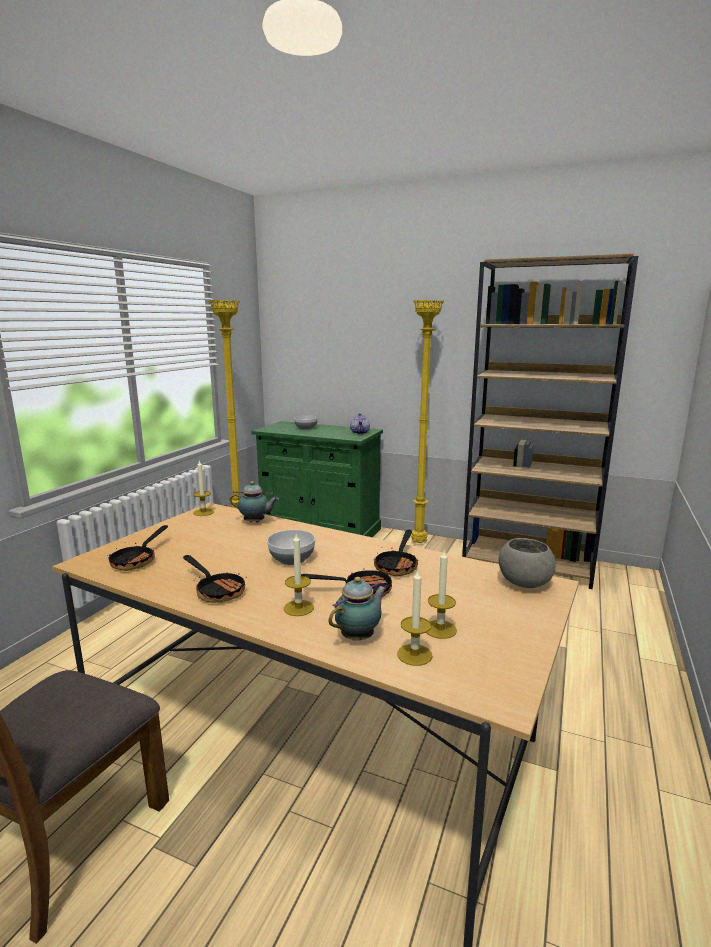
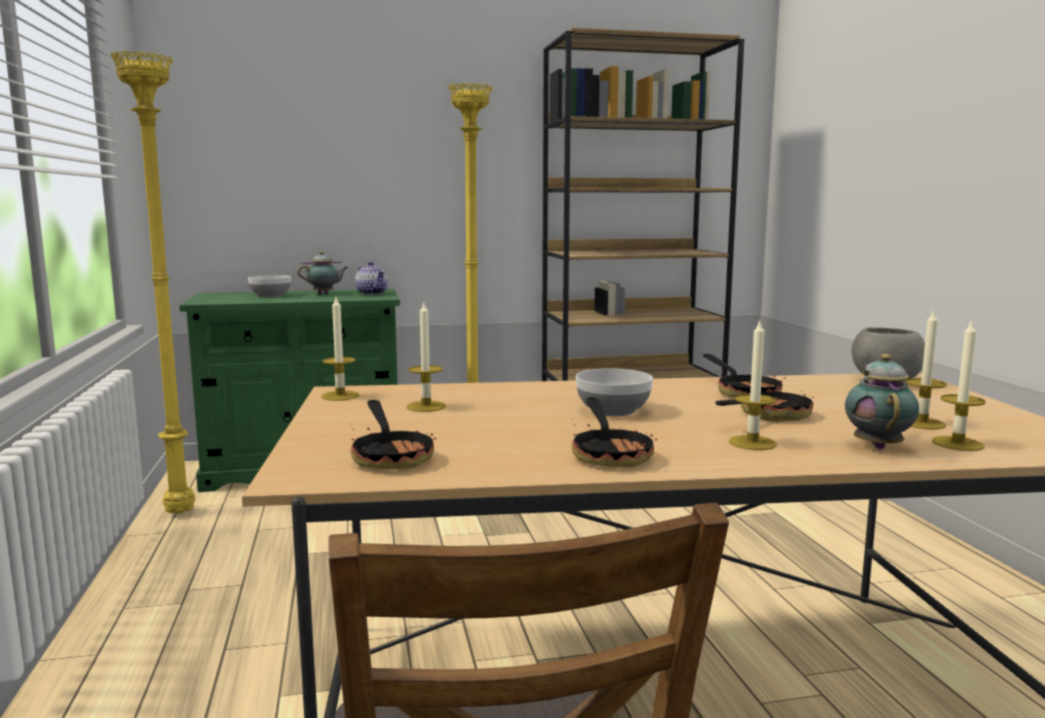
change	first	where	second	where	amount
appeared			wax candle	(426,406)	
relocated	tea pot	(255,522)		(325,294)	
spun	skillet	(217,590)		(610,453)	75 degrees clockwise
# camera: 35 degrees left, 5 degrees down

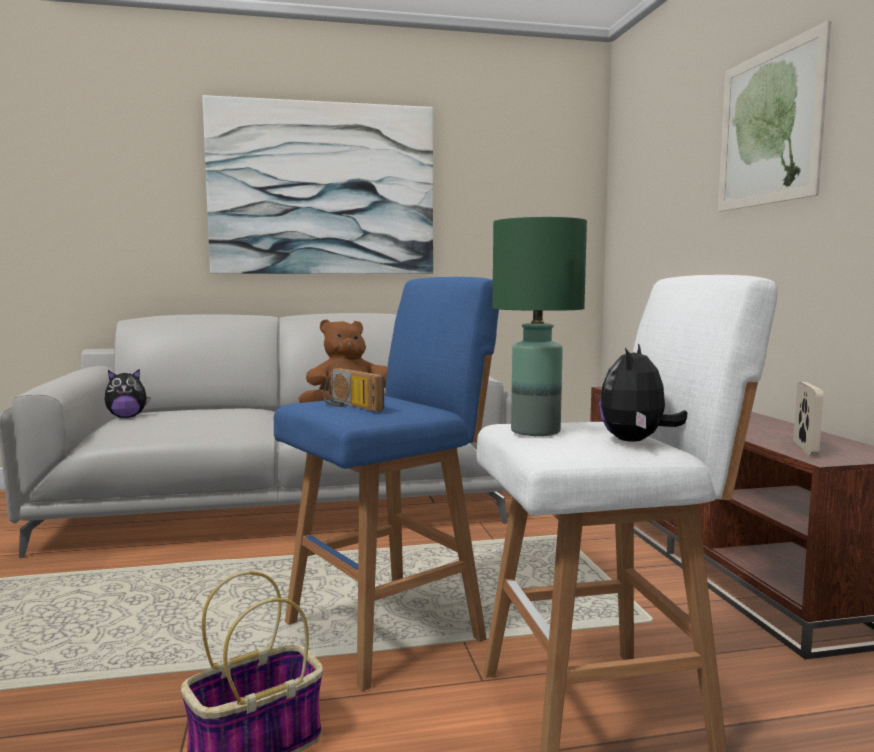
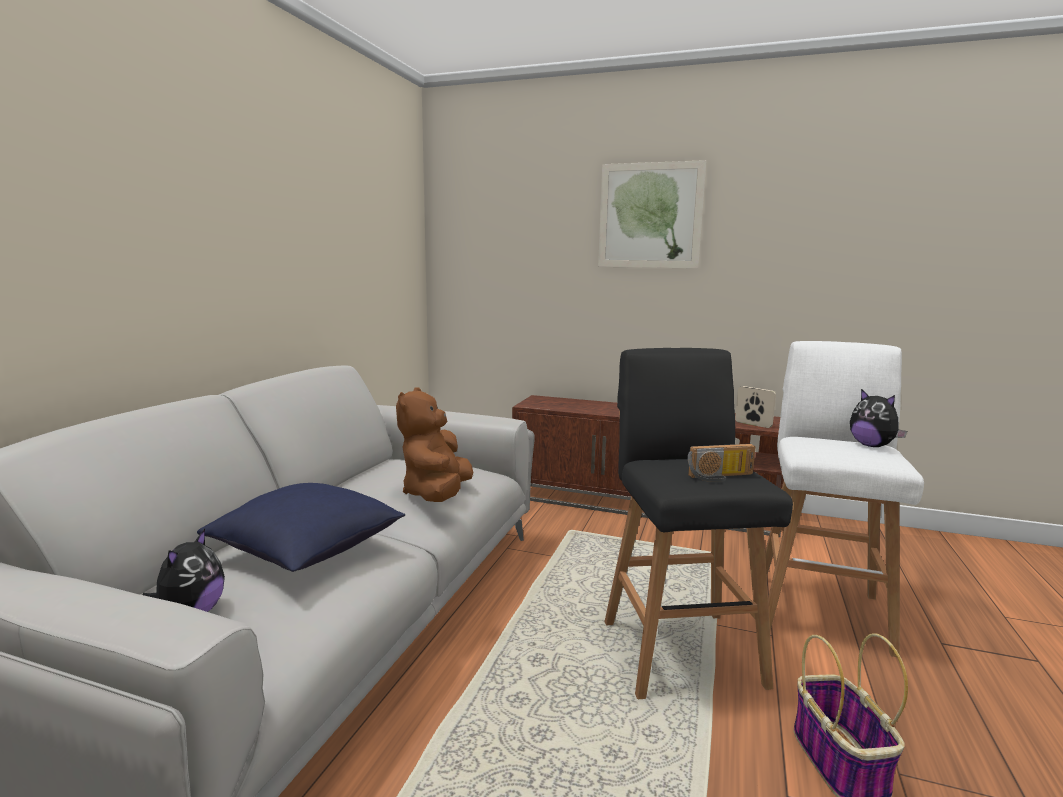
change	first	where	second	where	amount
missing	wall art	(323,189)			
missing	lamp for a table (green)	(534,431)			
appeared			throw pillow (blue)	(308,551)	
colour	stool (blue)	(390,628)	stool (blackish)	(679,648)	
# camera: 60 degrees left, 5 degrees up

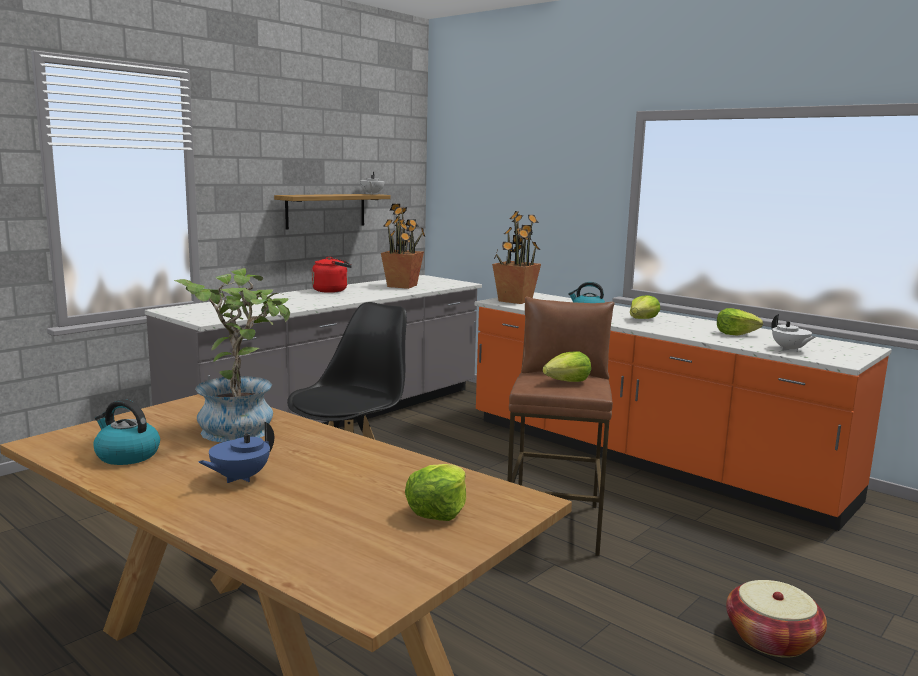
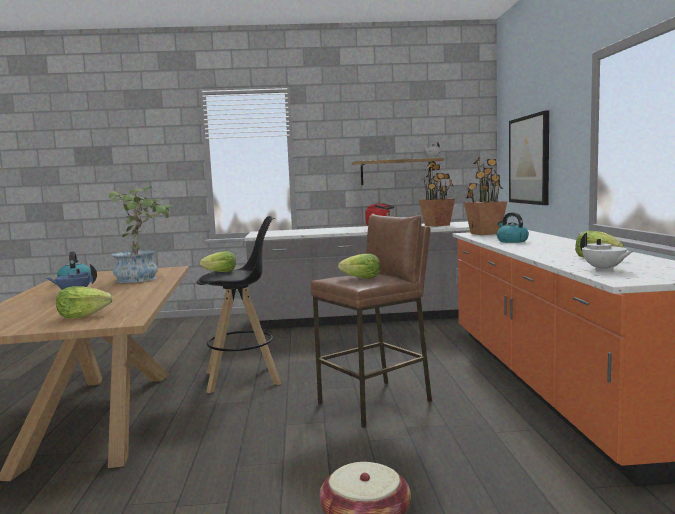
change	first	where	second	where	amount
appeared			wall art	(529,160)	
relocated	lettuce head	(642,319)		(220,272)	
spun	tea pot (white-coloured)	(789,349)		(603,269)	45 degrees counterclockwise
# camera: 45 degrees right, 5 degrees down

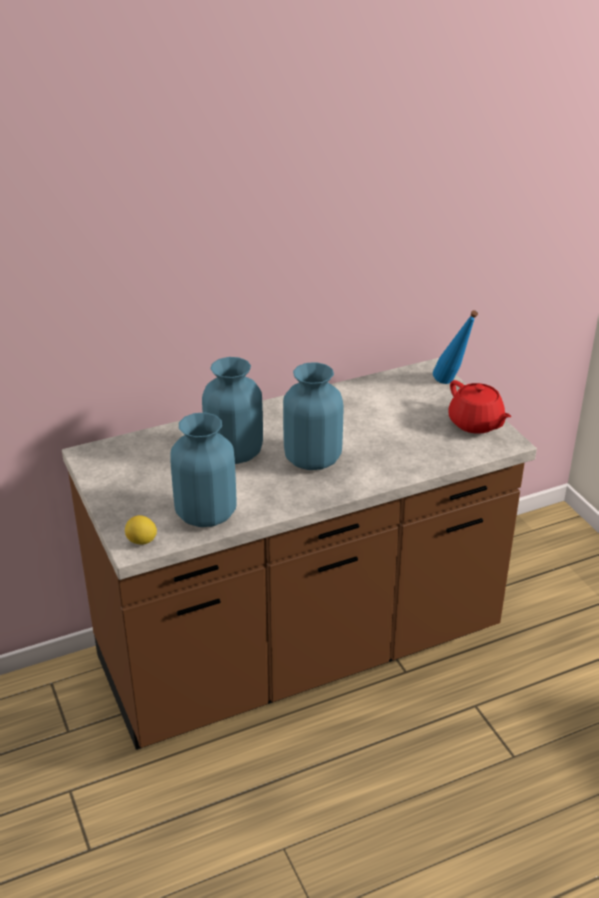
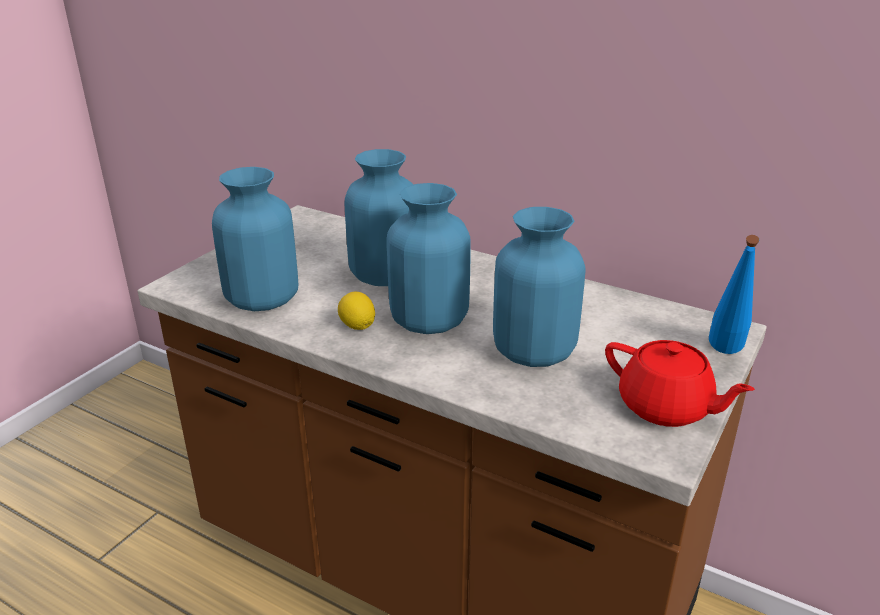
change	first	where	second	where	amount
appeared			decorative vase (blue)	(533,351)	
relocated	lemon	(142,541)		(357,326)	
spun	tea pot (red)	(476,424)		(666,408)	75 degrees counterclockwise
# camera: 55 degrees right, 5 degrees down

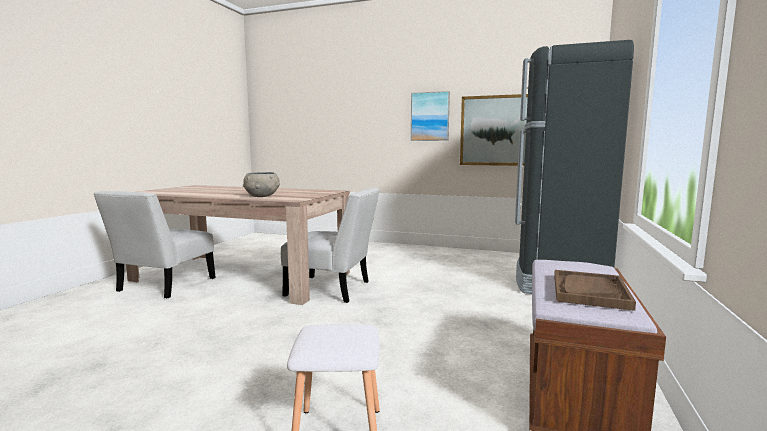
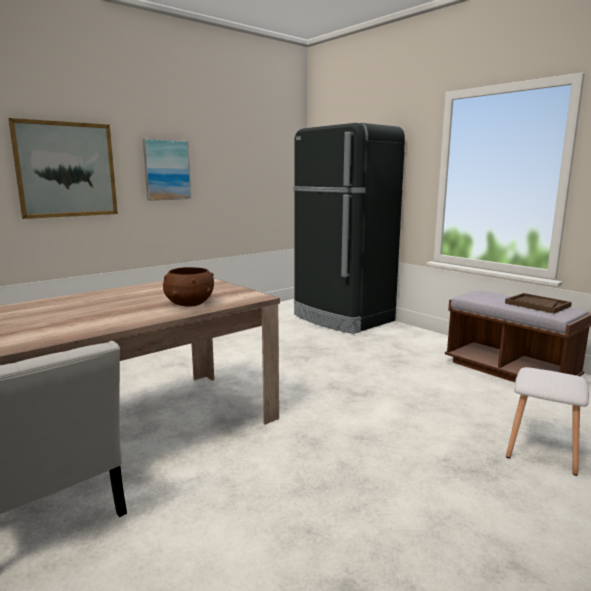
change	first	where	second	where	amount
missing	plain chair (white-coloured)	(333,289)			
relocated	wall art	(495,130)		(66,170)	
colour	bowl (gray)	(262,196)	bowl (brown-coloured)	(189,303)	
# camera: 60 degrees left, 5 degrees up

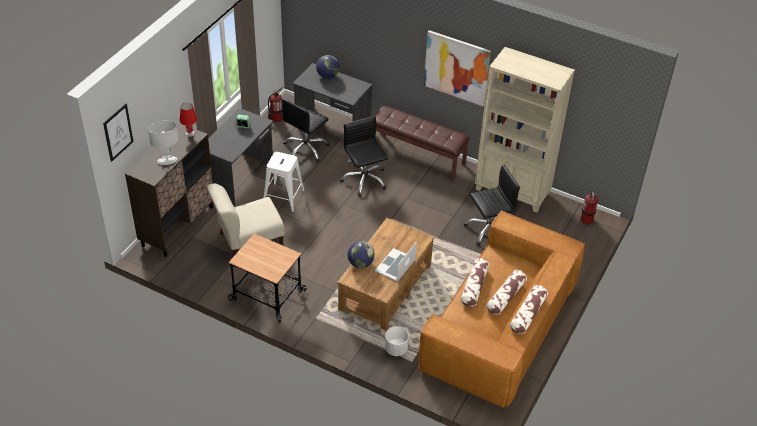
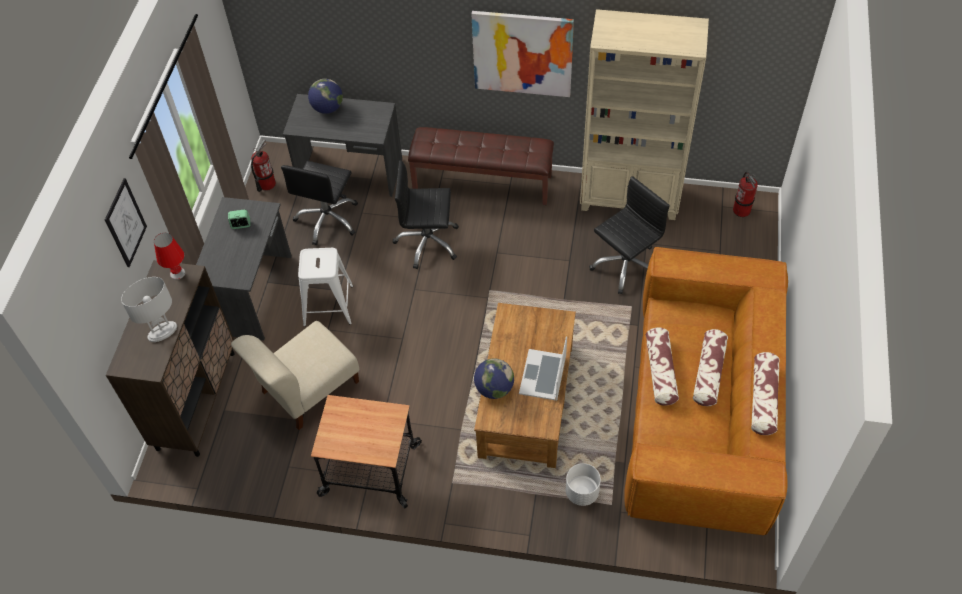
change	first	where	second	where	amount
relocated	wall art	(118,132)		(125,223)	
spun	office chair (blackish)	(364,180)		(427,243)	45 degrees counterclockwise
# camera: 15 degrees left, 10 degrees up

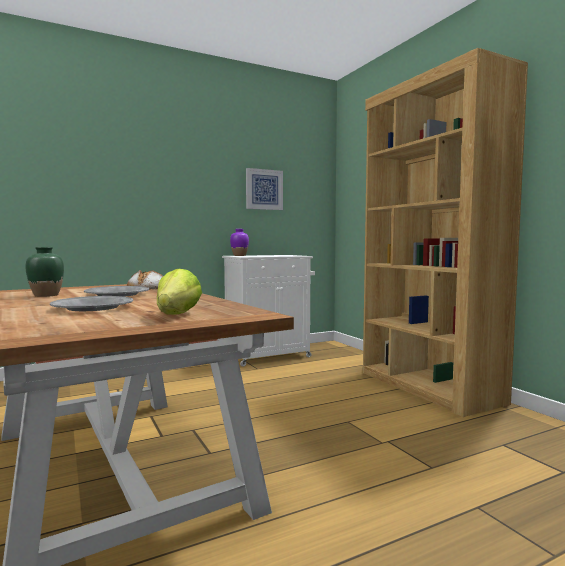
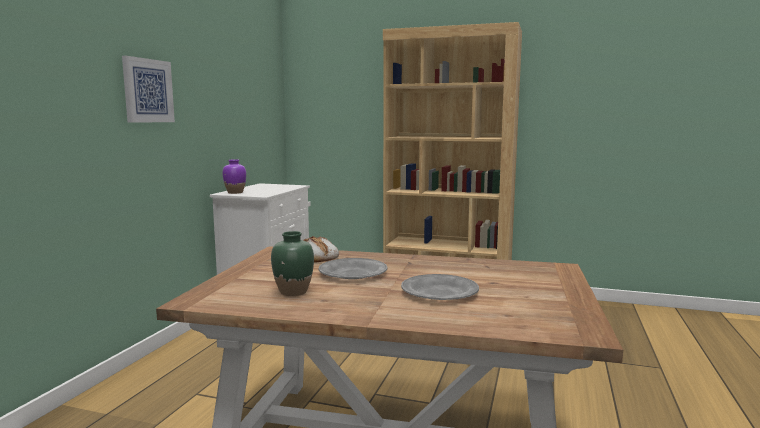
change	first	where	second	where	amount
missing	lettuce head	(177,315)			
relocated	wall art	(264,189)		(148,91)	
# camera: 45 degrees left, 5 degrees up

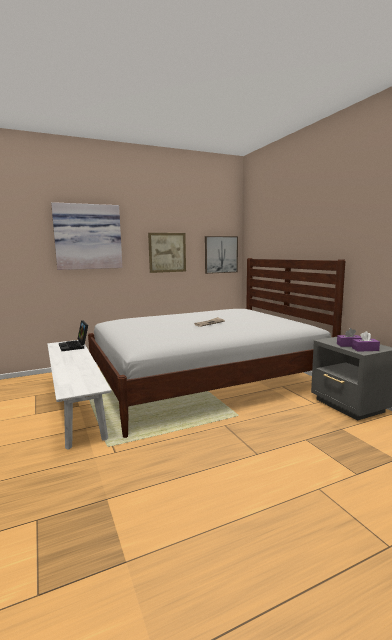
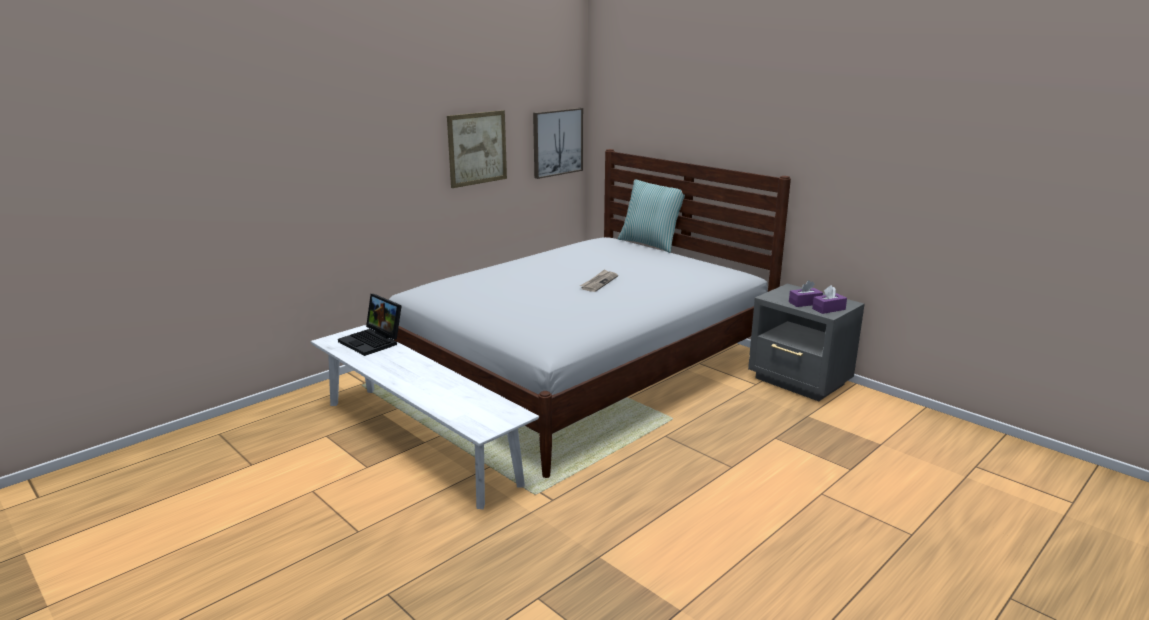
change	first	where	second	where	amount
missing	wall art	(88,237)			
appeared			throw pillow	(650,244)	
# camera: 20 degrees left, 10 degrees up

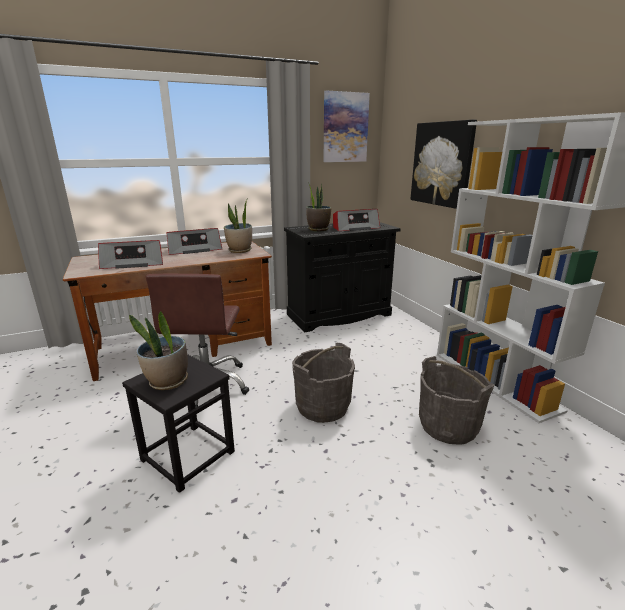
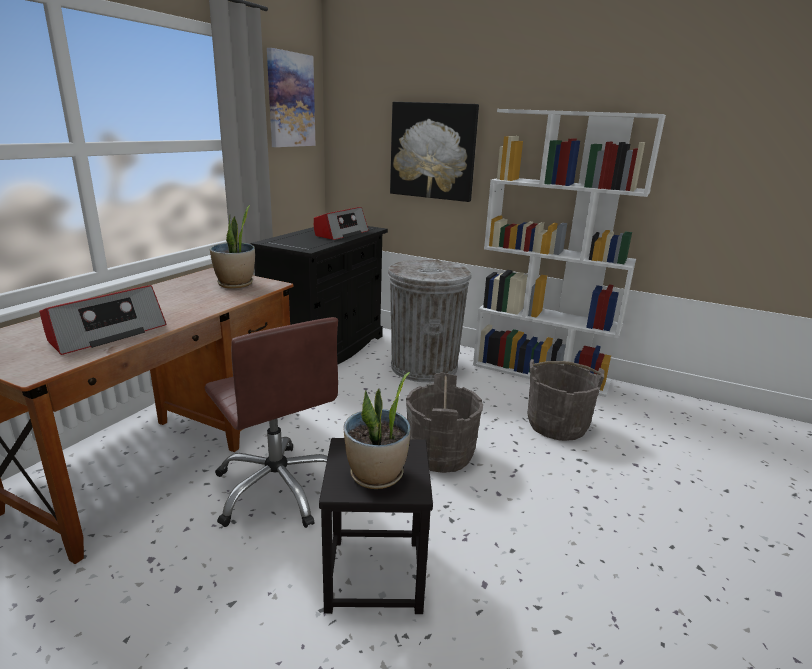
change	first	where	second	where	amount
missing	radio set	(194,249)			
missing	plant in a pot	(318,229)			
appeared			trash can (gray)	(423,367)	
# camera: 40 degrees left, 0 degrees up

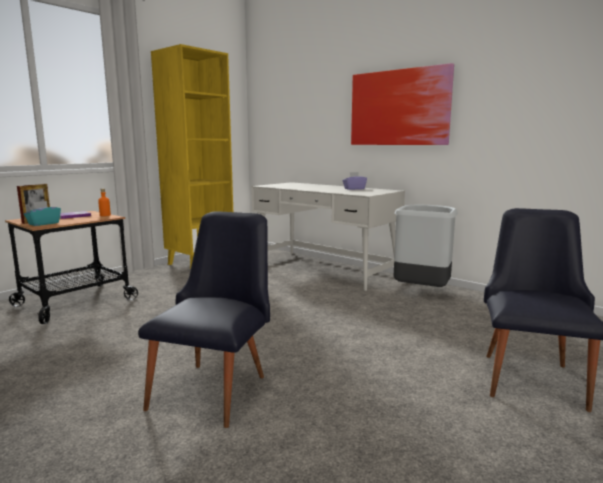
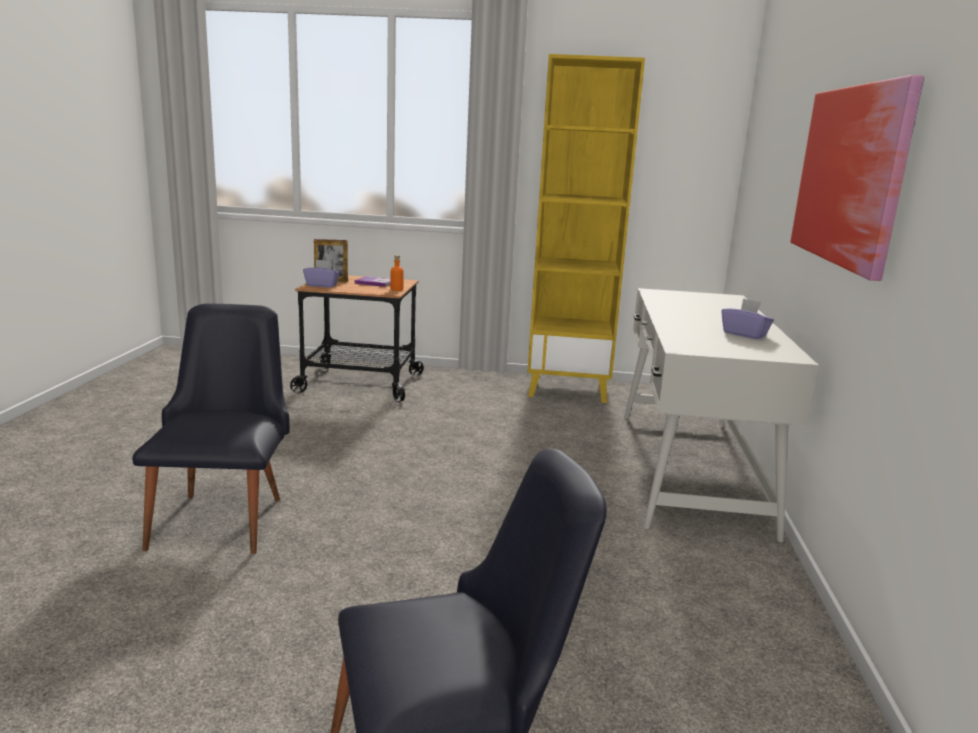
change	first	where	second	where	amount
missing	trash can (gray)	(422,291)			
colour	tissue holder (turquoise)	(43,224)	tissue holder (purple)	(322,285)	
spun	plain chair (blackish)	(217,386)		(225,515)	75 degrees counterclockwise
# camera: 55 degrees right, 5 degrees up

